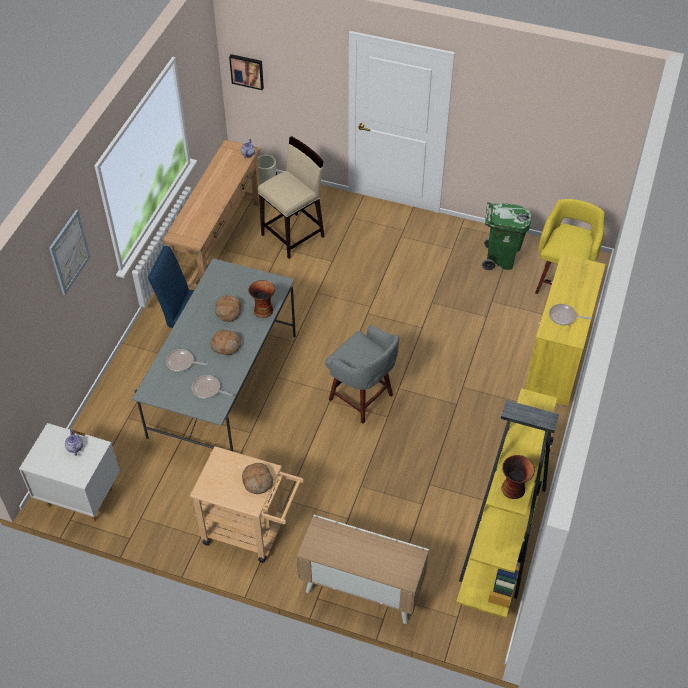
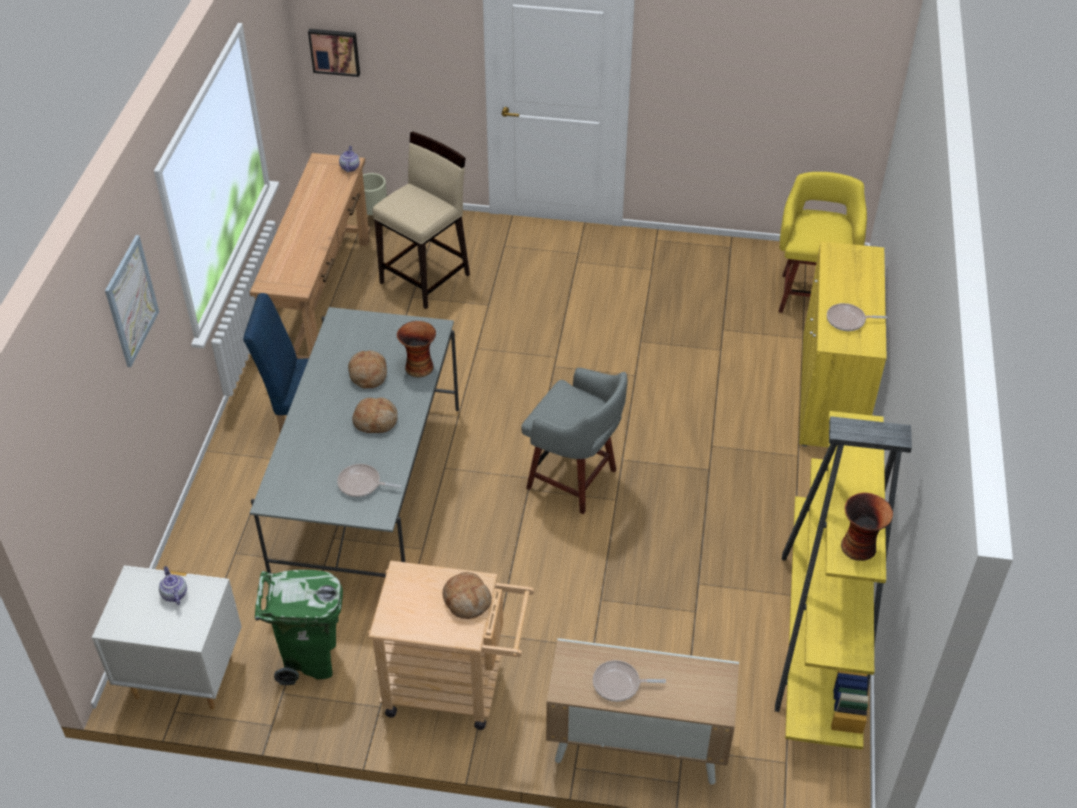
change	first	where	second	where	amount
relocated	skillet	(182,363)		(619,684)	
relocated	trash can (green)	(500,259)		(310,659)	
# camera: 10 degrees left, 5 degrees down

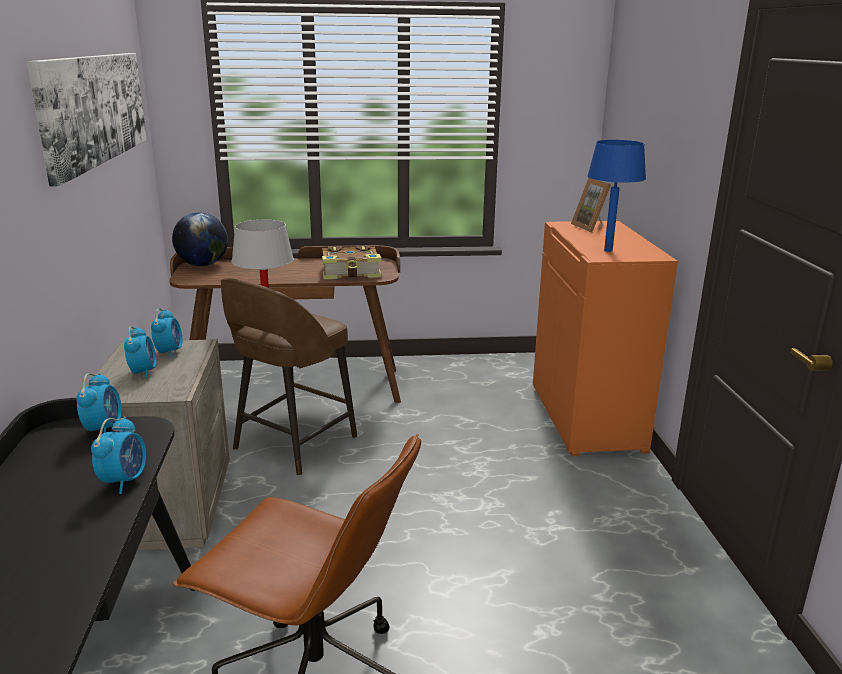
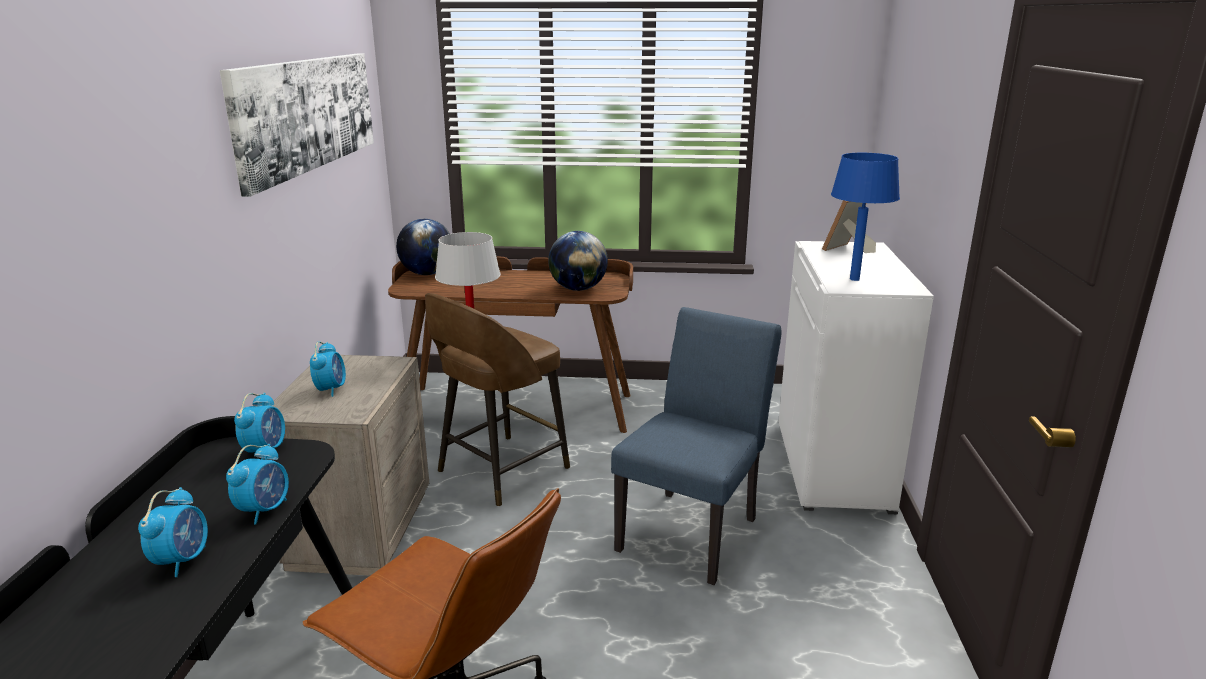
change	first	where	second	where	amount
appeared			plain chair (blue)	(693,528)	
relocated	table clock	(169,352)		(182,560)	
exchanged	volume	(351,272)	world globe	(578,289)	
colour	cupboard (orange)	(588,417)	cupboard (white-coloured)	(834,466)	
spun	photo frame	(592,227)		(847,250)	60 degrees clockwise
# camera: 10 degrees right, 0 degrees up

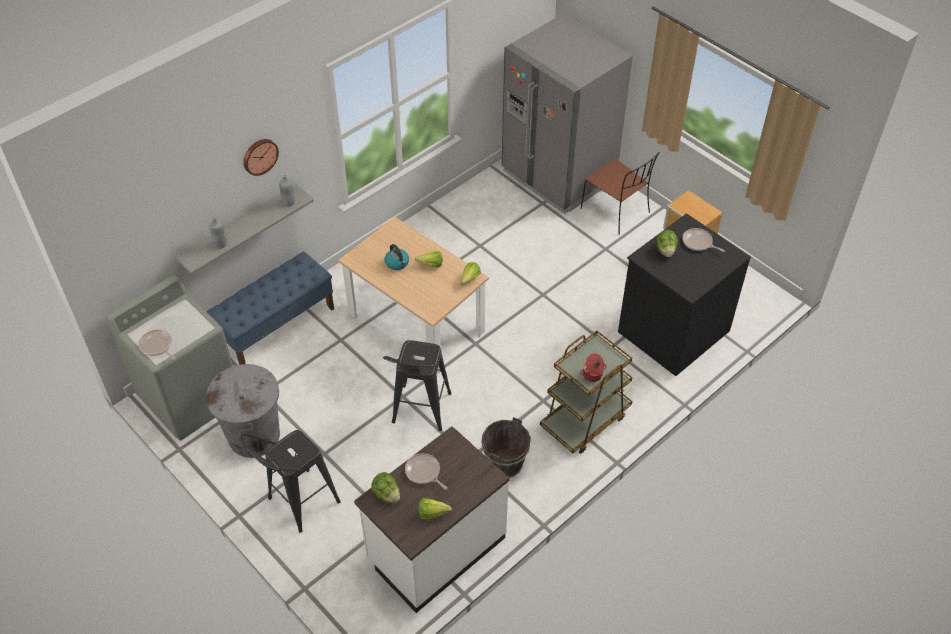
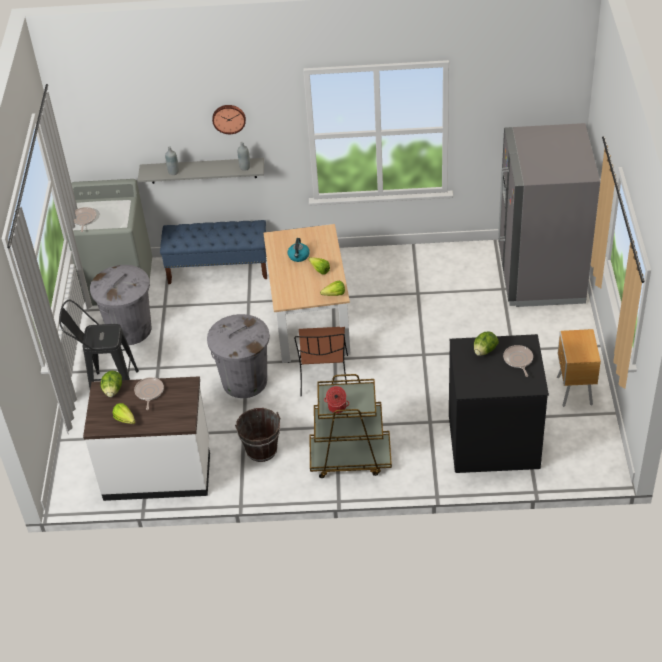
change	first	where	second	where	amount
relocated	plain chair (brown-coloured)	(616,211)		(324,377)	
exchanged	stool (blackish)	(419,413)	trash can (gray)	(244,381)	
# camera: 45 degrees right, 5 degrees down

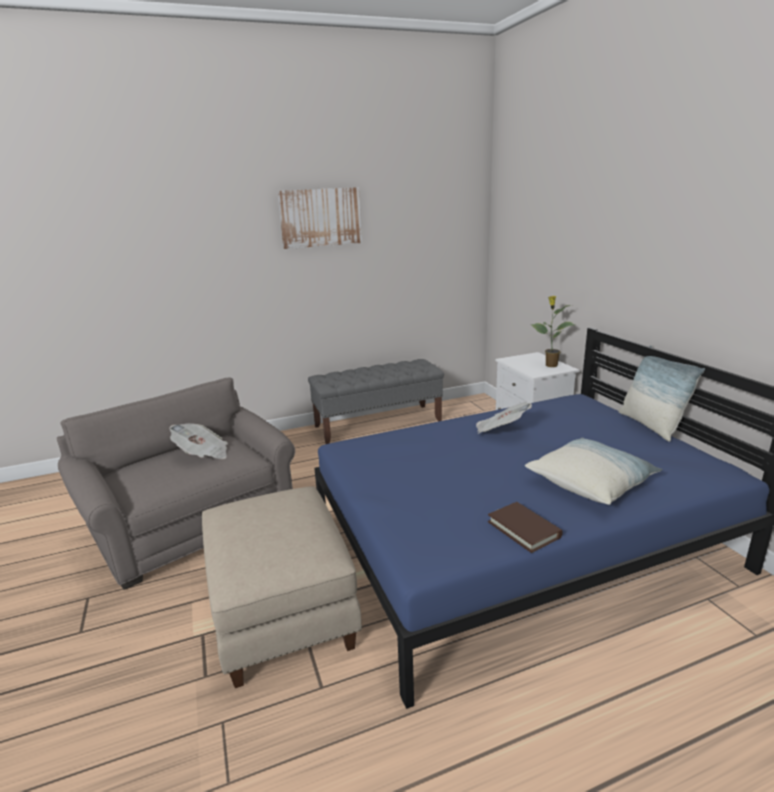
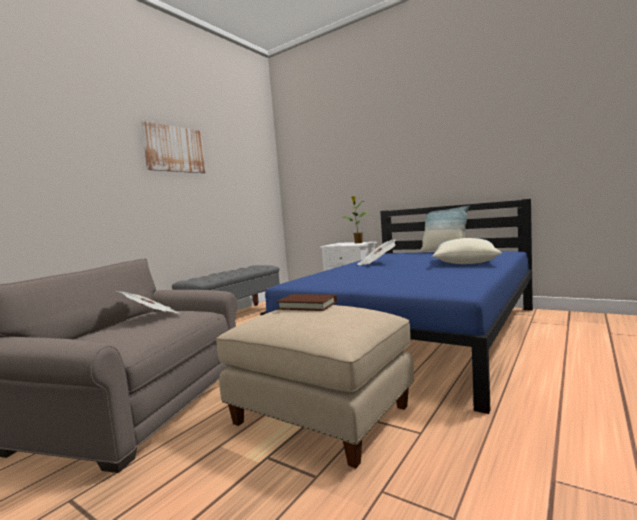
change	first	where	second	where	amount
relocated	volume (brown-coloured)	(524,529)		(307,305)	
# camera: 35 degrees left, 15 degrees down

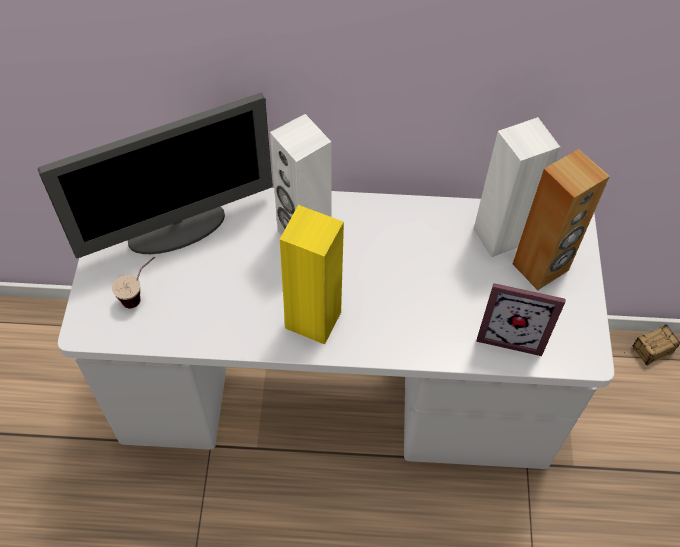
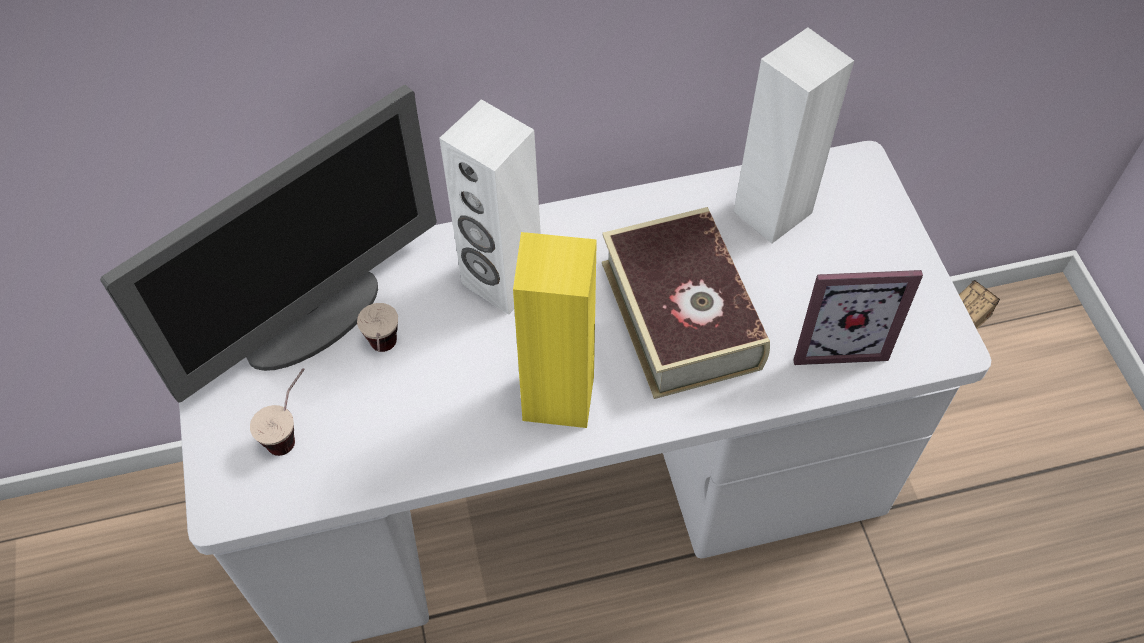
change	first	where	second	where	amount
missing	speaker (brown-coloured)	(541,267)			
appeared			cup	(385,354)	
appeared			volume	(680,314)	
# camera: 15 degrees left, 0 degrees up

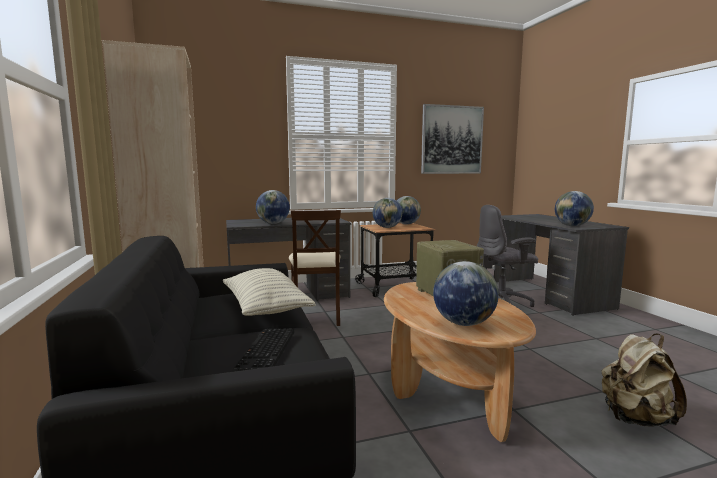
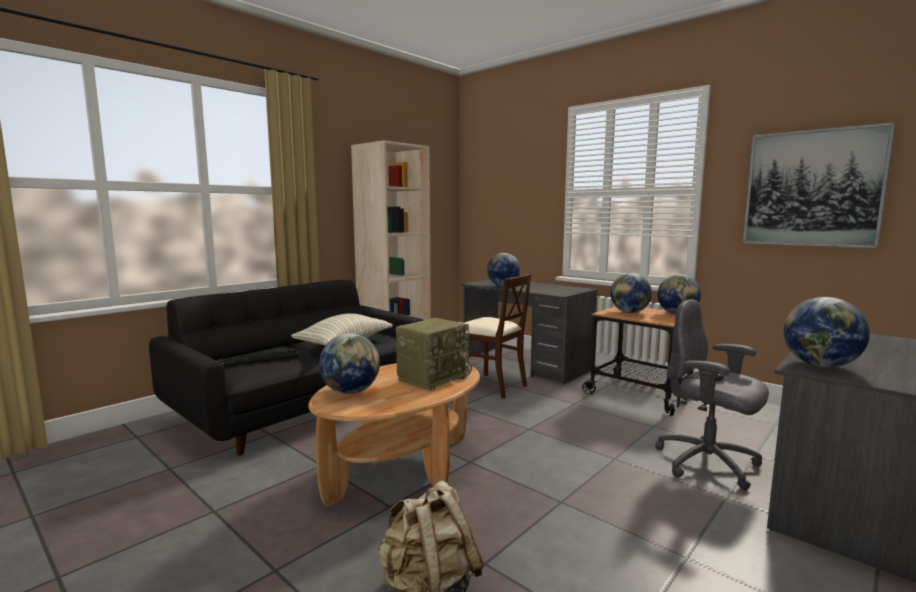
change	first	where	second	where	amount
spun	plain chair (beige-coloured)	(316,317)		(491,386)	105 degrees counterclockwise
# camera: 60 degrees right, 0 degrees up

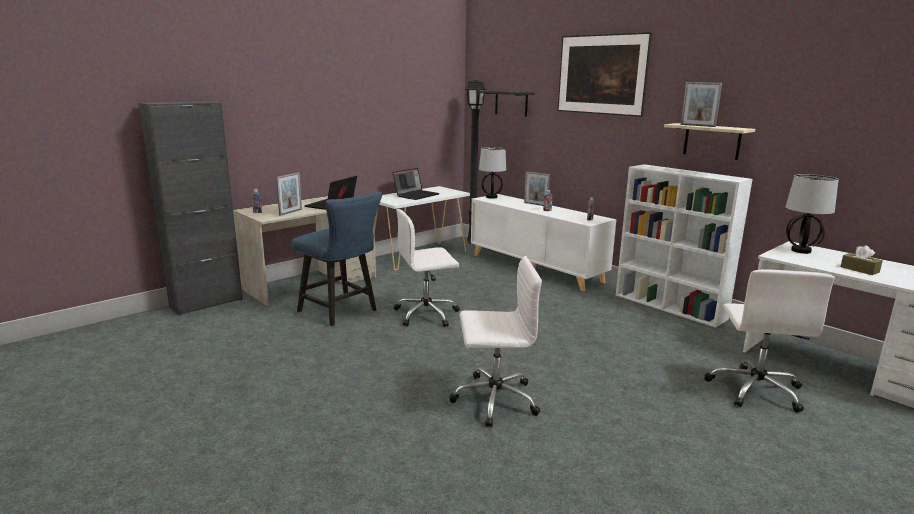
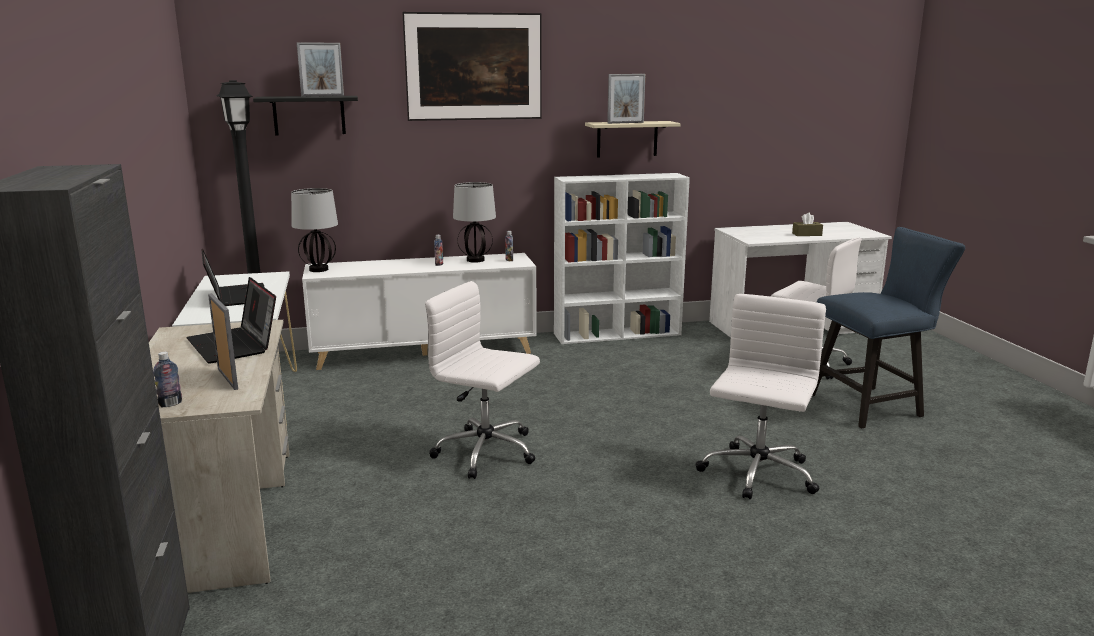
change	first	where	second	where	amount
relocated	plain chair (blue)	(341,312)		(872,405)	
relocated	photo frame	(535,204)		(322,96)	
relocated	lamp for a table	(800,251)		(475,260)	
spun	office chair (white-coloured)	(427,314)		(487,452)	105 degrees clockwise
# camera: 60 degrees left, 0 degrees up

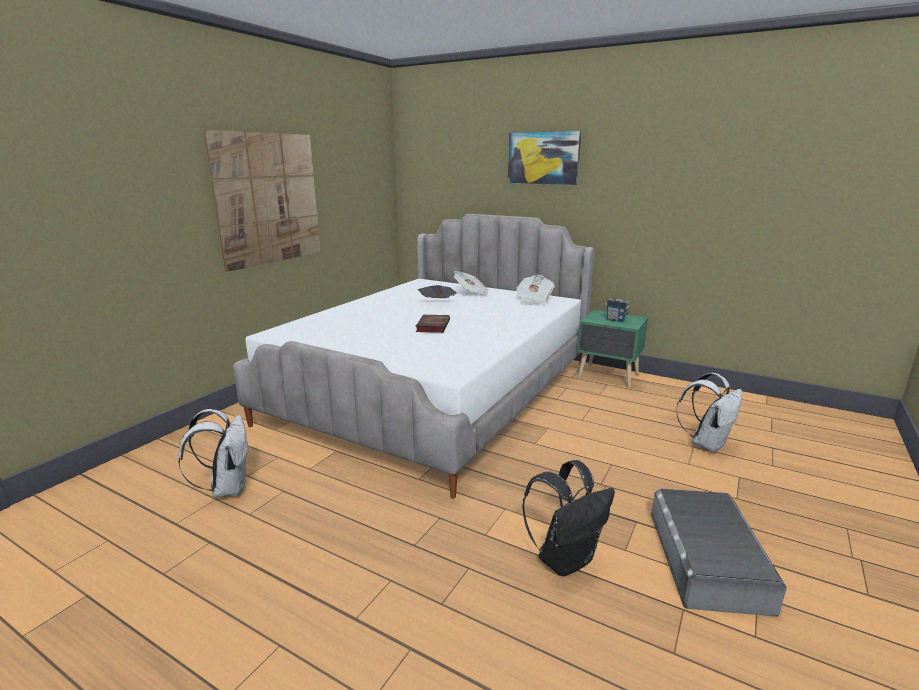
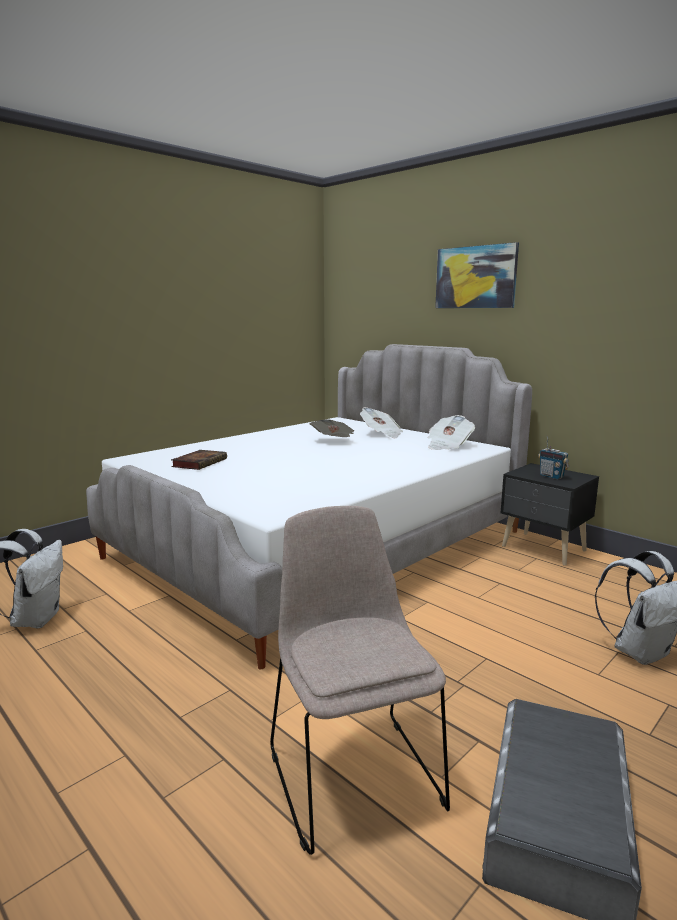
change	first	where	second	where	amount
missing	wall art	(268,199)			
relocated	volume	(432,326)		(200,463)	
exchanged	rucksack (blackish)	(565,559)	plain chair (beige-coloured)	(352,772)	
colour	bedside table (green)	(608,376)	bedside table (blackish)	(544,549)	
# camera: 15 degrees right, 5 degrees down

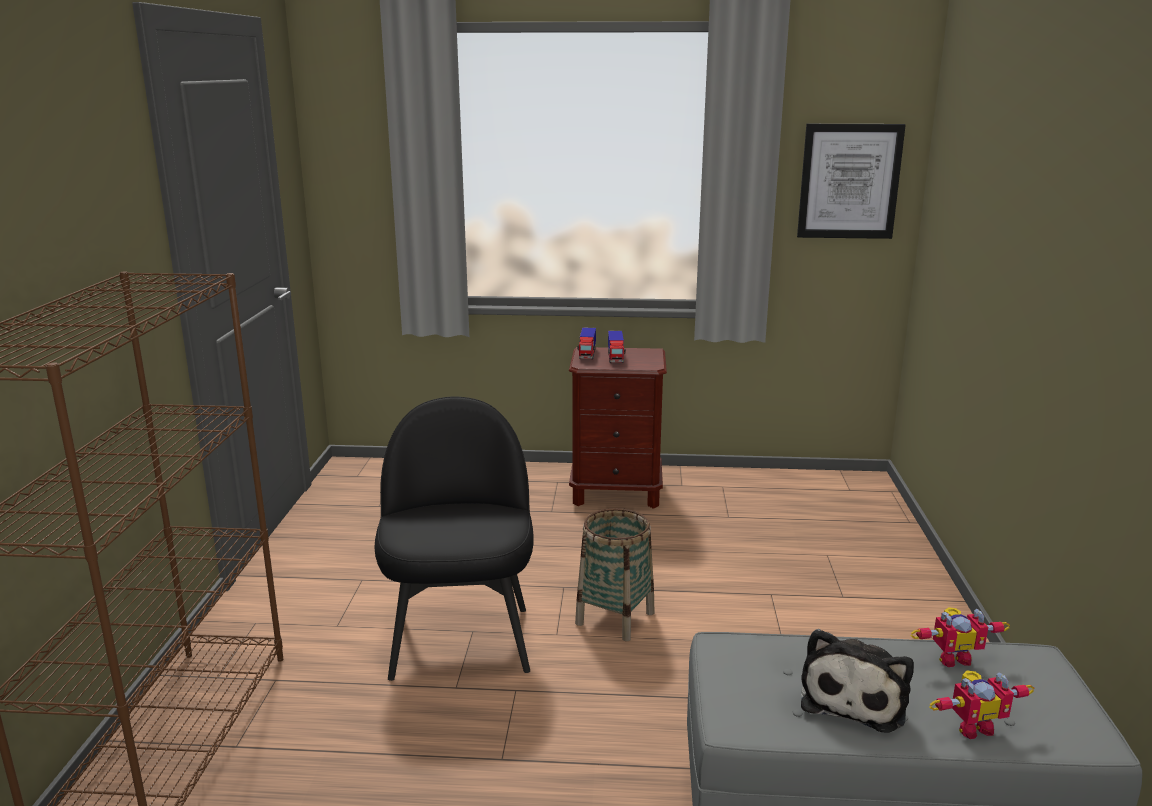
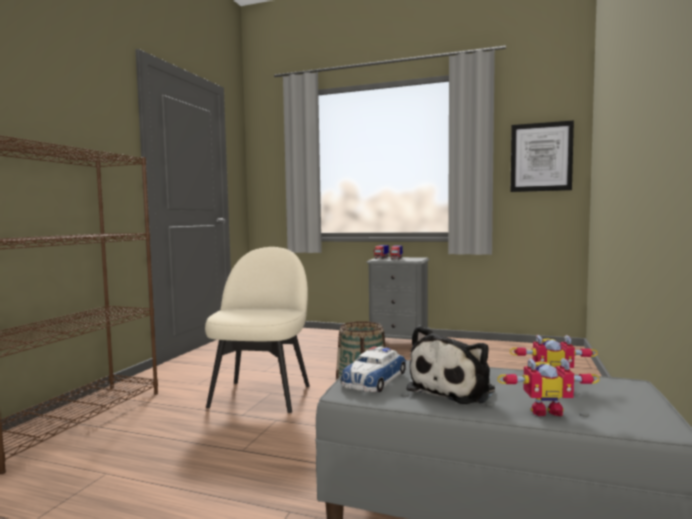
change	first	where	second	where	amount
appeared			miniature car	(374,379)	
colour	plain chair (blackish)	(461,639)	plain chair (beige-coloured)	(262,395)	
colour	bedside table (brown-coloured)	(616,493)	bedside table (gray)	(398,345)	
# camera: 15 degrees right, 15 degrees down

